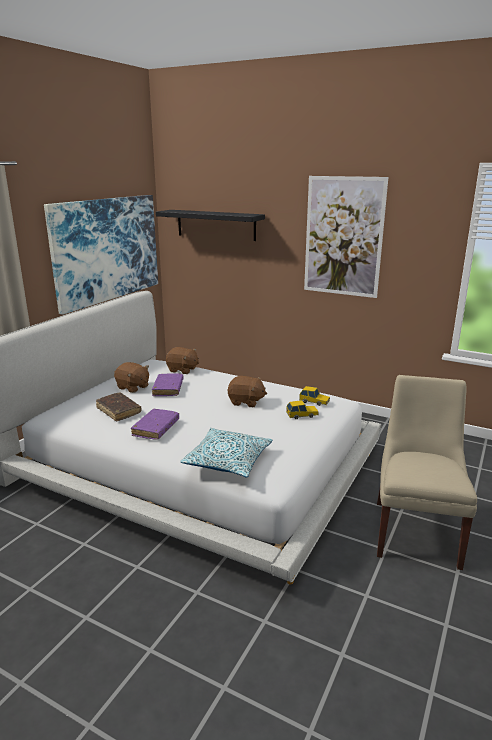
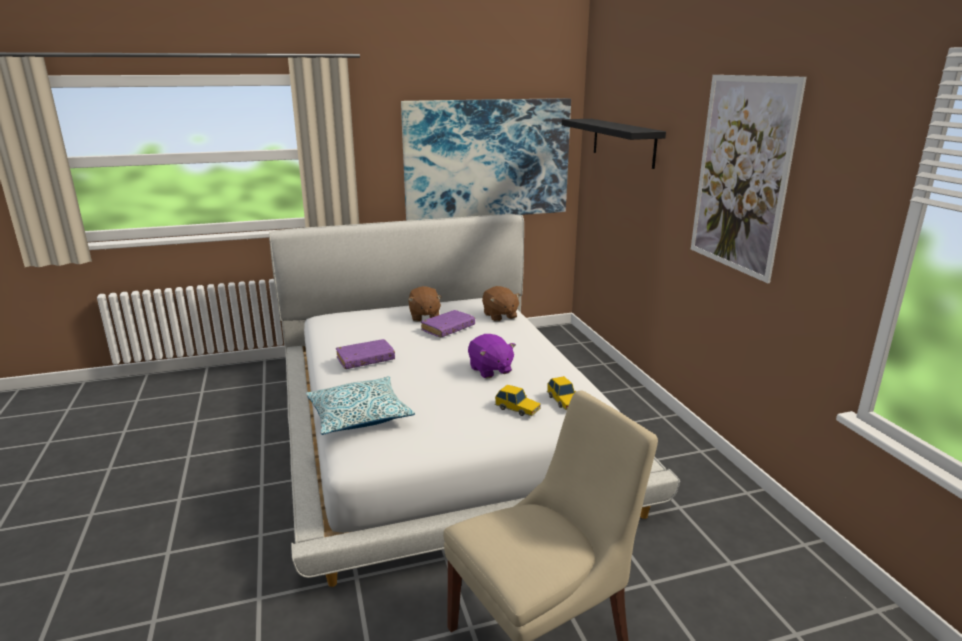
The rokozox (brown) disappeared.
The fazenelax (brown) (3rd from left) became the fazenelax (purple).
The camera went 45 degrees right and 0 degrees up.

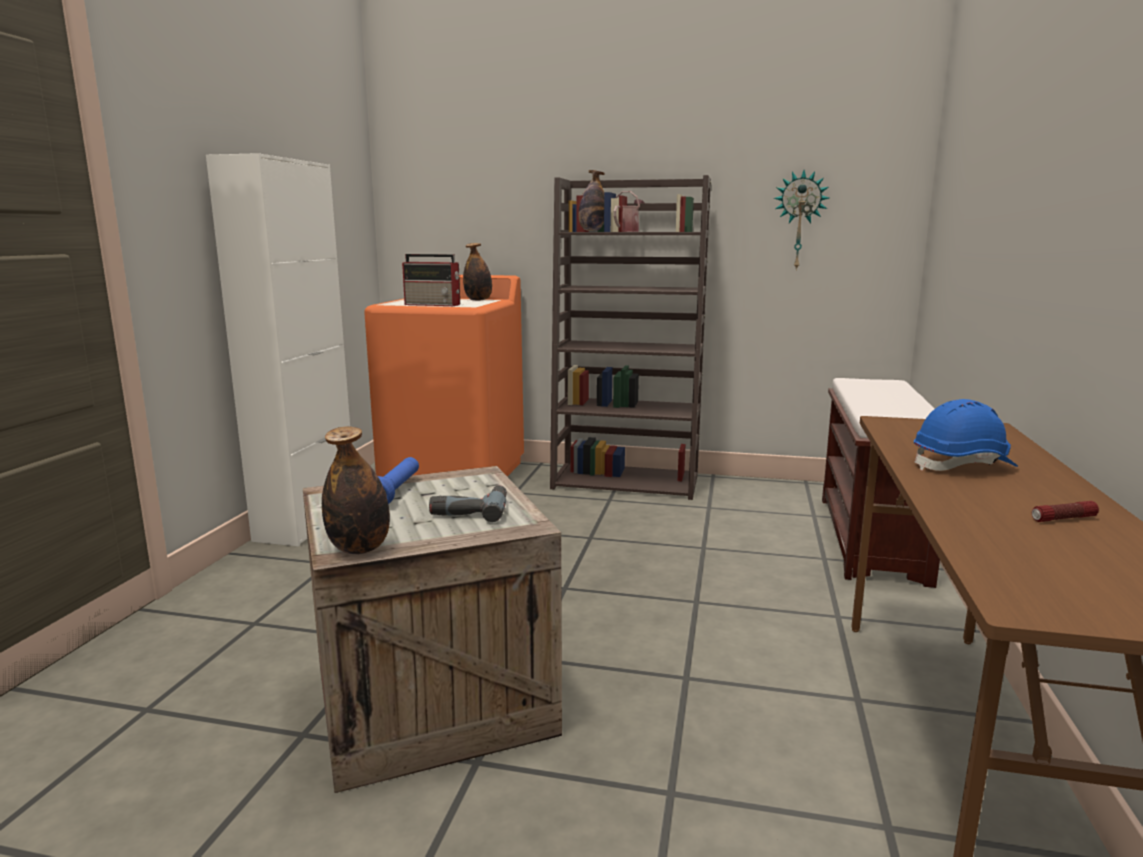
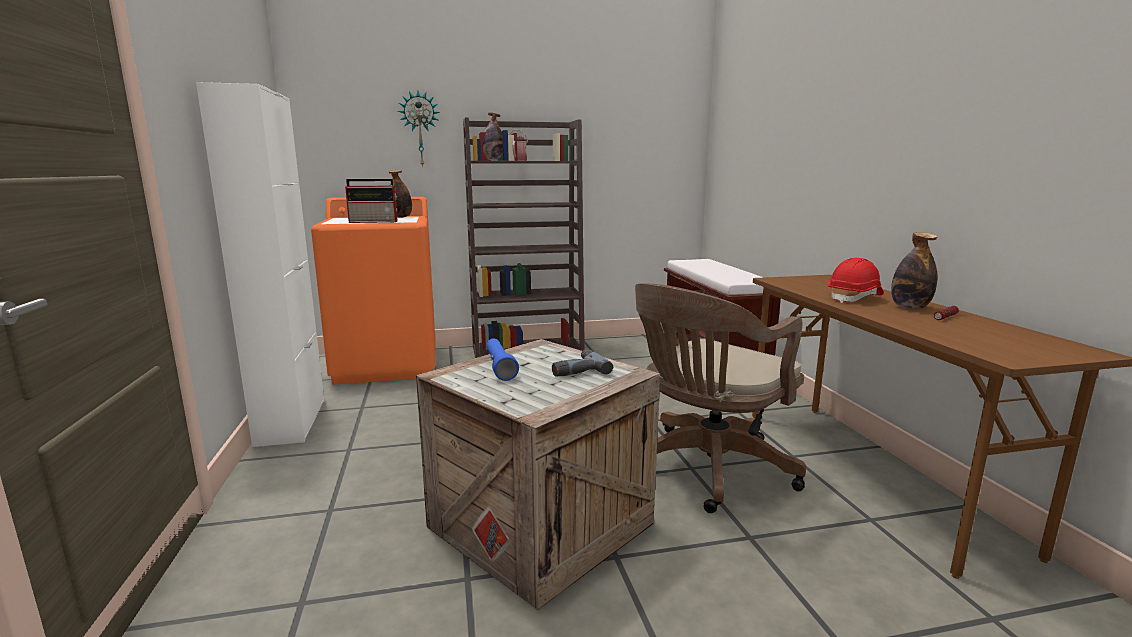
The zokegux (1st from left in the first image) moved.
The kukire moved.
The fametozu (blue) became the fametozu (red).
The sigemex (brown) appeared.
The camera went 25 degrees left and 0 degrees up.

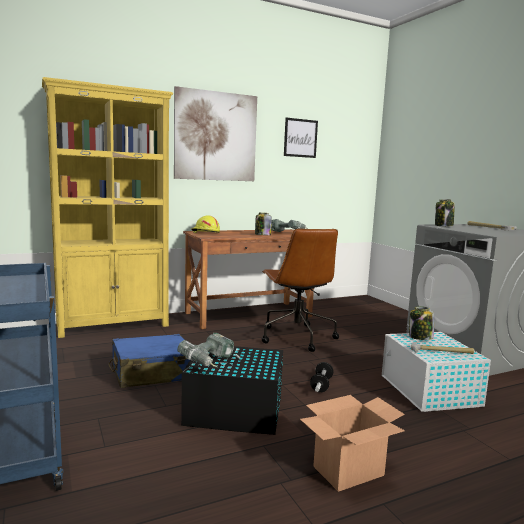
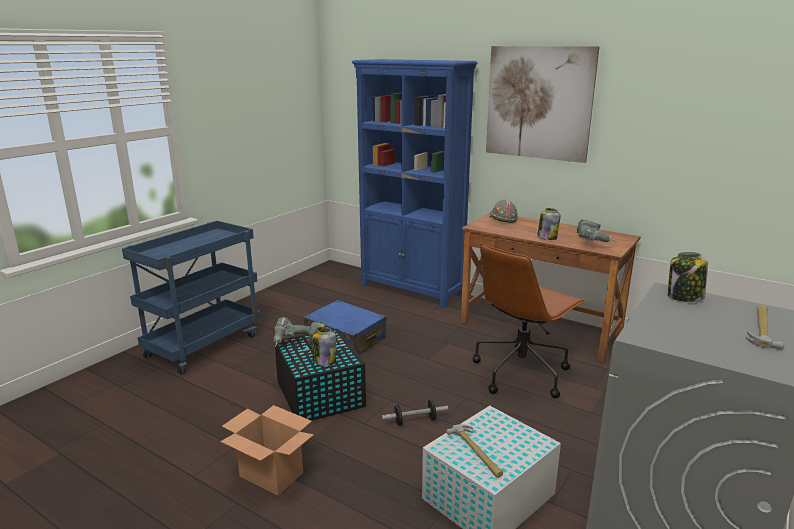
The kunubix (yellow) became the kunubix (blue).
The fametozu (yellow) became the fametozu (grey).
The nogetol (2nd from left) disappeared.
The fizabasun (2nd from left in the first image) moved.
The camera went 60 degrees right and 10 degrees up.

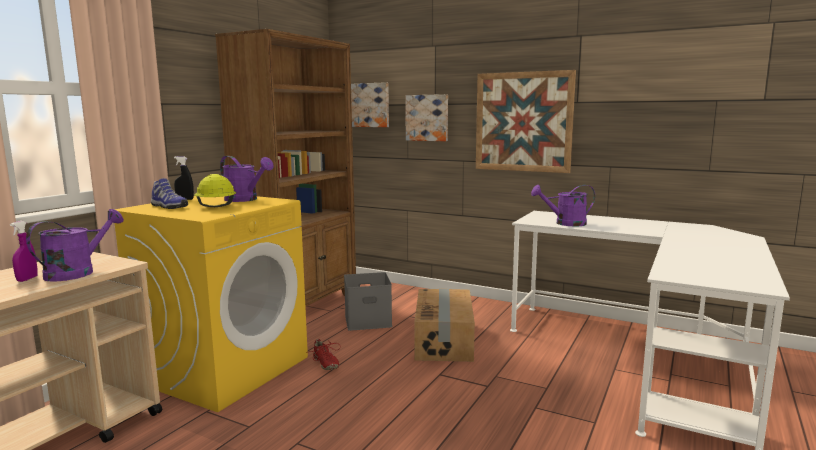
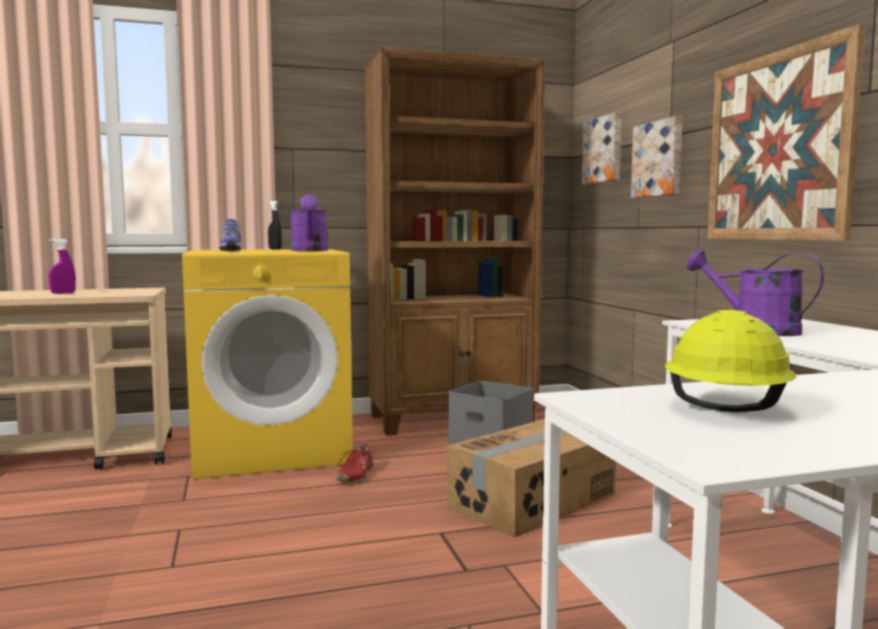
The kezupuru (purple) (1st from left) disappeared.
The fametozu (yellow) moved.
The camera went 45 degrees right and 5 degrees down.

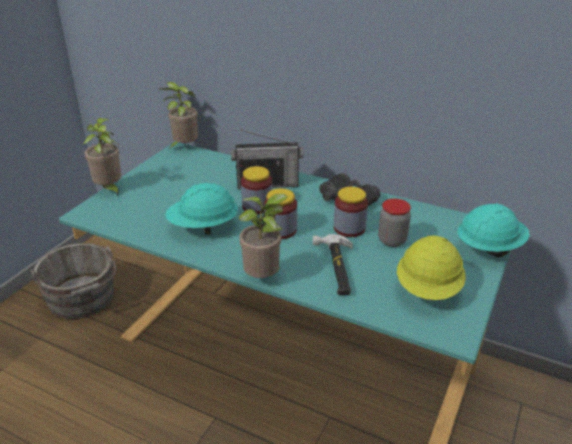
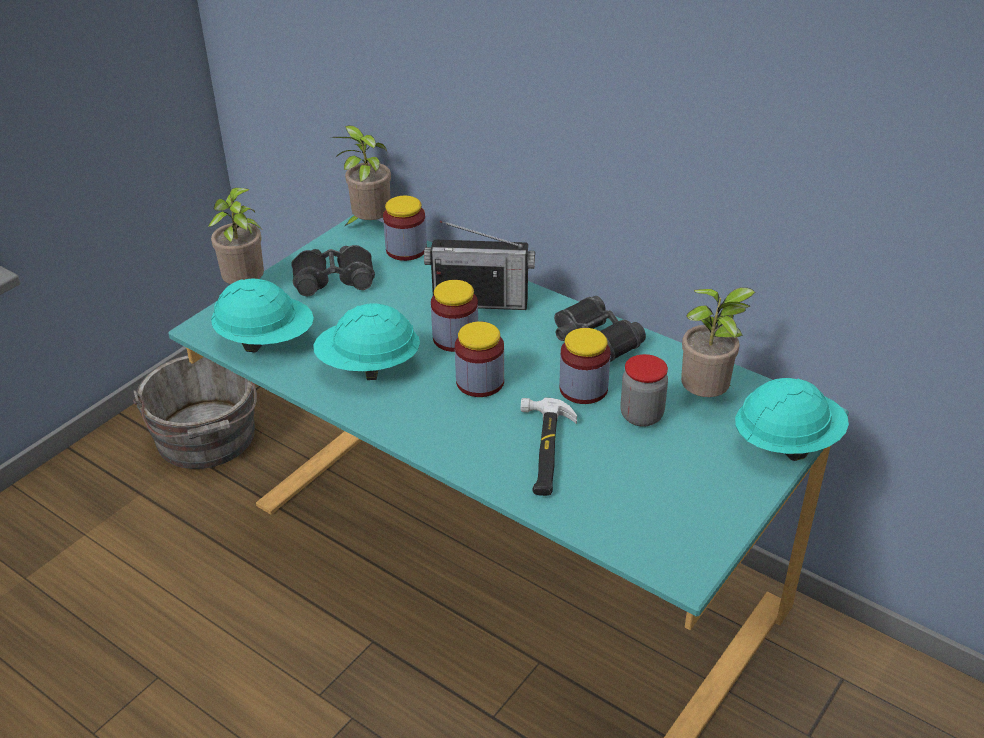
The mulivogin (3rd from left) moved.
The fametozu (yellow) disappeared.
The fametozu (turquoise) (1st from left) appeared.
The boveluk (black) (1st from left) appeared.
The fizabasun (1st from left) appeared.
The camera went 10 degrees right and 5 degrees up.

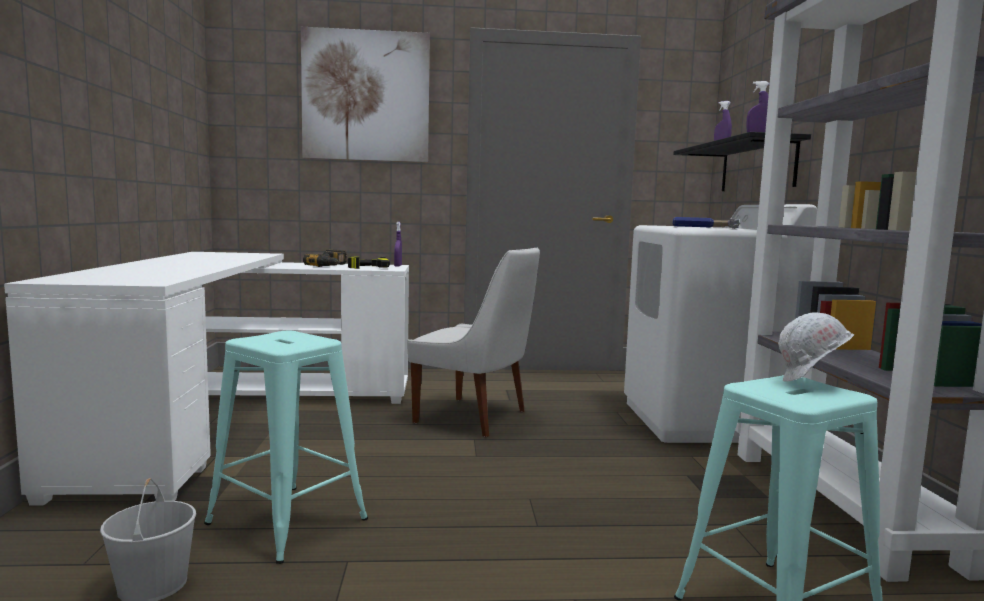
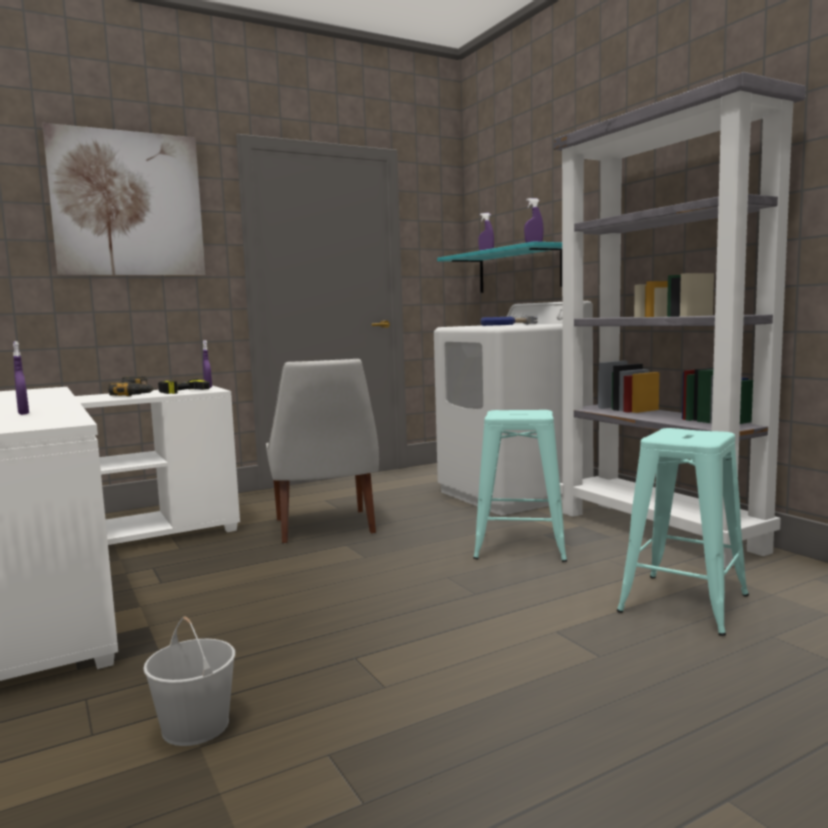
The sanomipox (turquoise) (1st from left) moved.
The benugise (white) turned 75 degrees clockwise.
The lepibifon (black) became the lepibifon (turquoise).
The fametozu (white) disappeared.
The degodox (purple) (1st from left) appeared.
The camera went 25 degrees left and 0 degrees up.

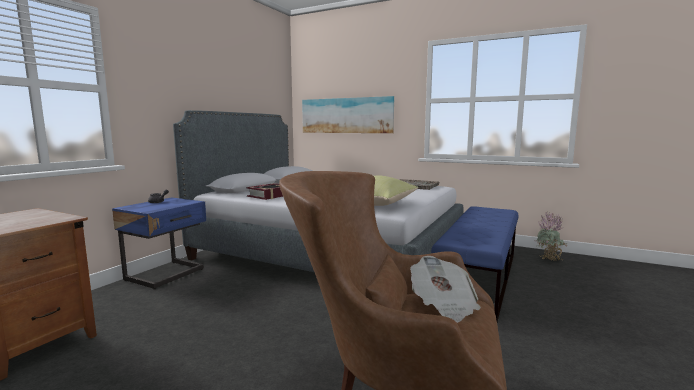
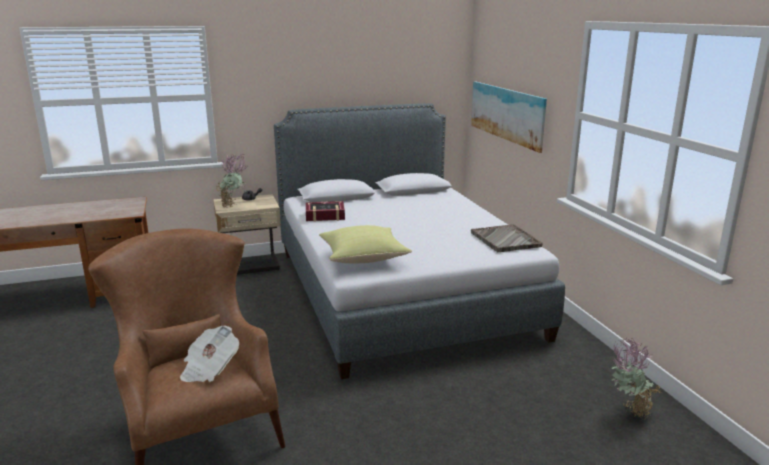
The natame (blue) became the natame (beige).
The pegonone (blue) disappeared.
The mulivogin (1st from left) appeared.
The camera went 45 degrees right and 10 degrees up.

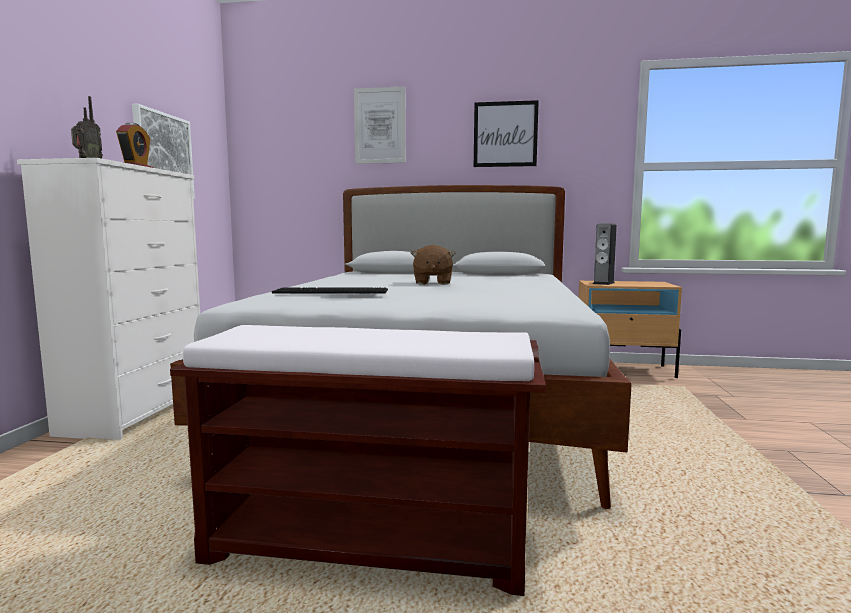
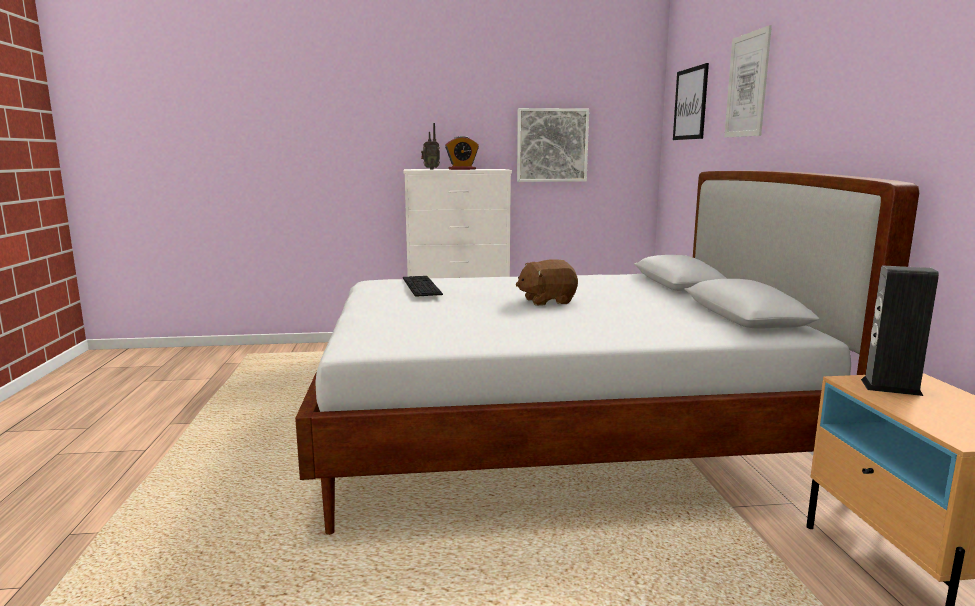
The pegonone (brown) disappeared.
The nogetol (3rd from left in the first image) moved.
The camera went 75 degrees right and 5 degrees up.

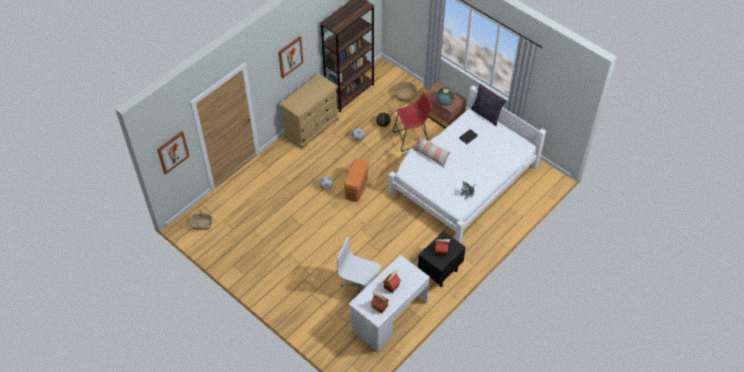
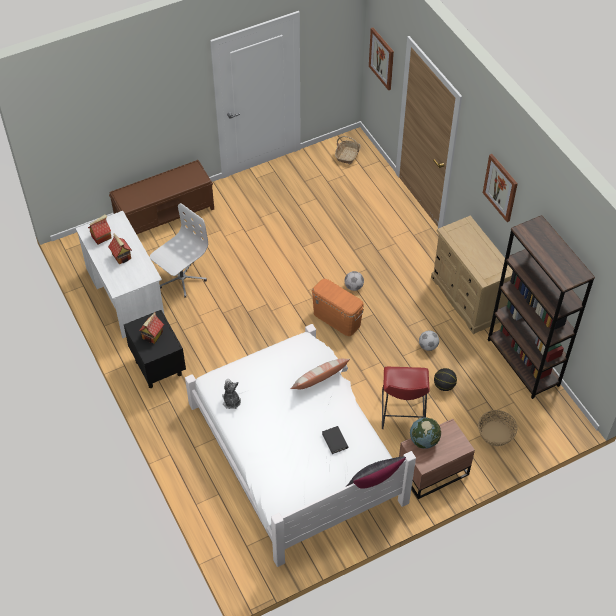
The pegonone (brown) appeared.
The camera went 110 degrees right and 0 degrees up.

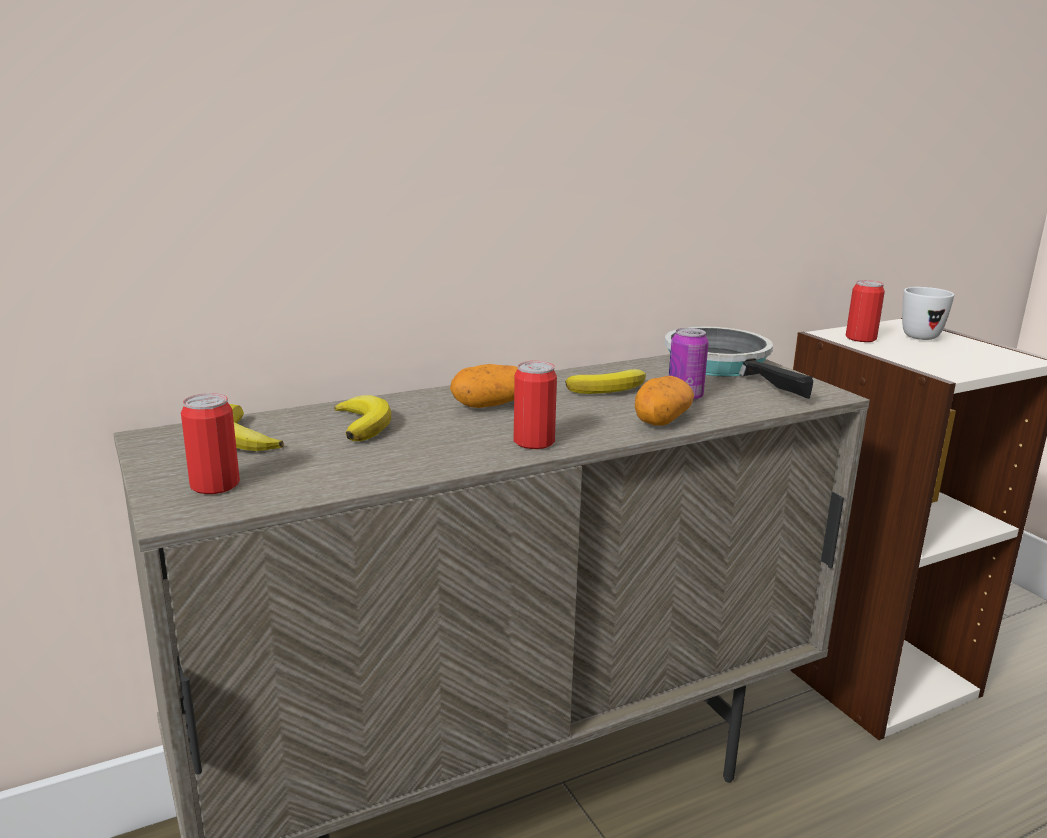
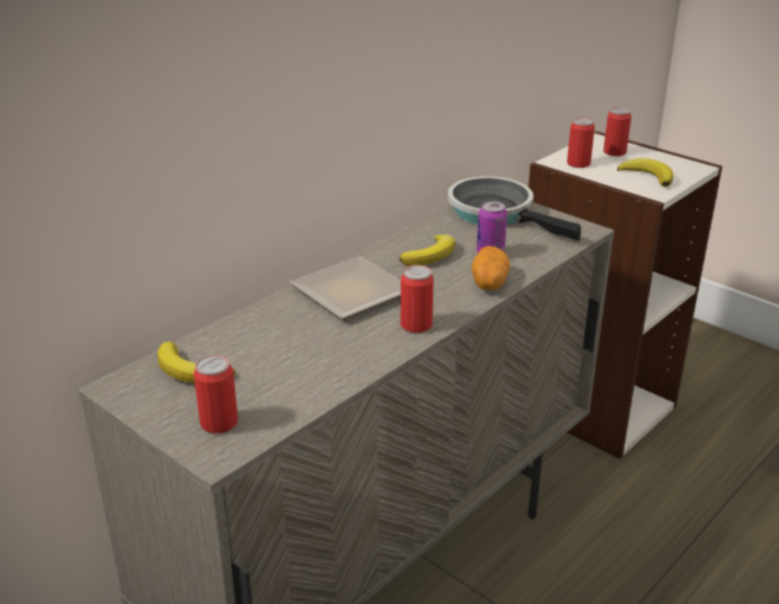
The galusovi (2nd from left in the first image) moved.
The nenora (1st from left) was replaced by the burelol.
The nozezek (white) was replaced by the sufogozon (5th from left).
The camera went 20 degrees left and 10 degrees up.

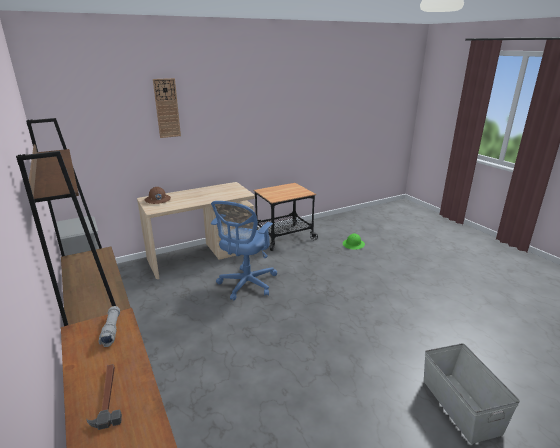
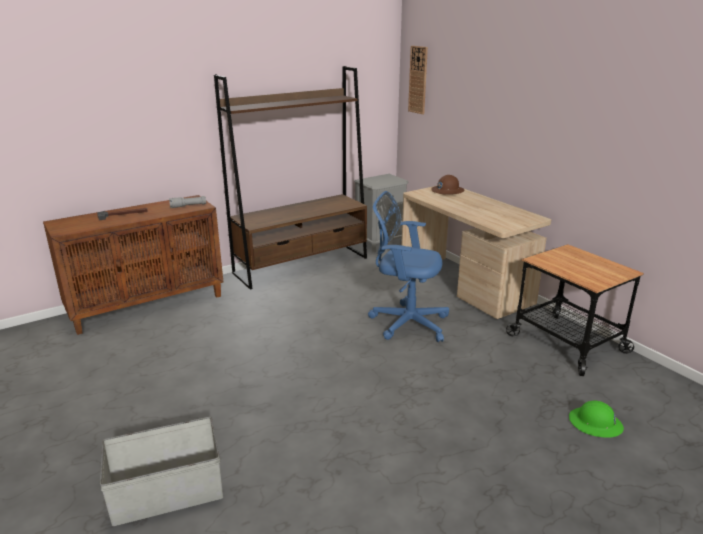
The kukire moved.
The camera went 85 degrees right and 0 degrees up.

